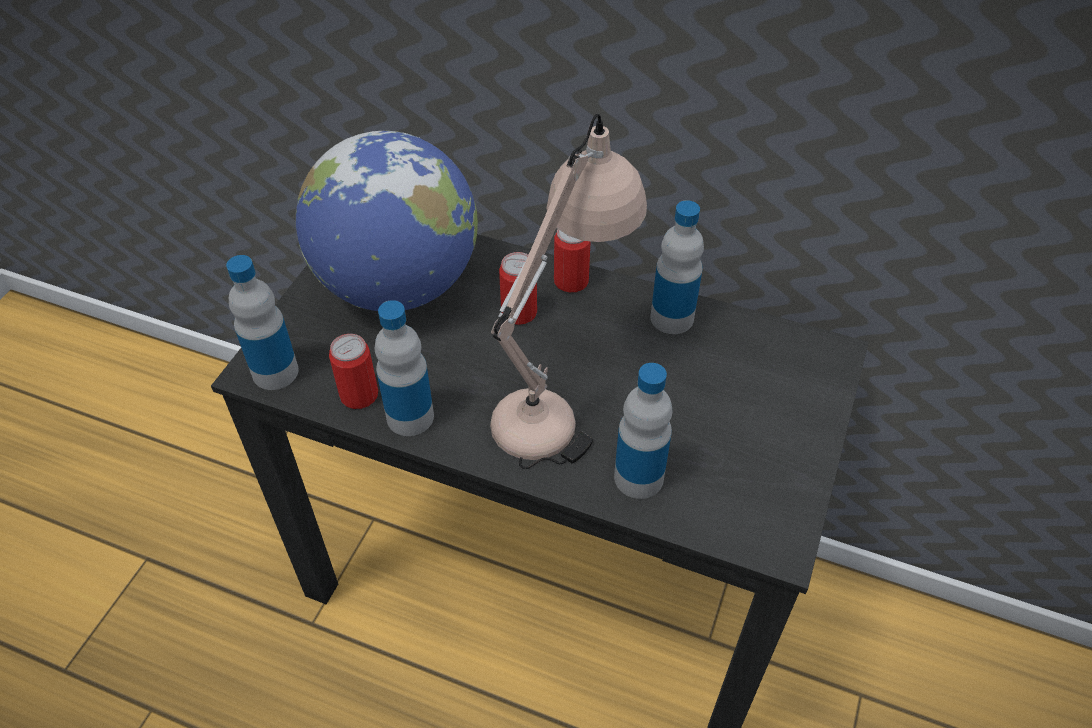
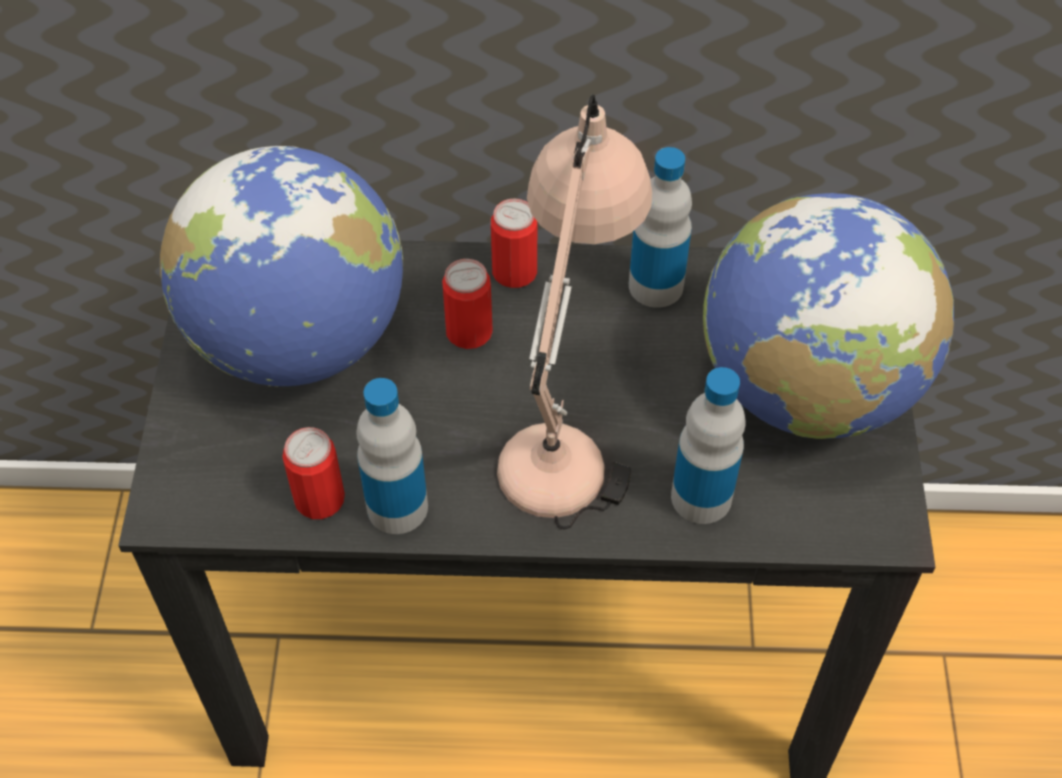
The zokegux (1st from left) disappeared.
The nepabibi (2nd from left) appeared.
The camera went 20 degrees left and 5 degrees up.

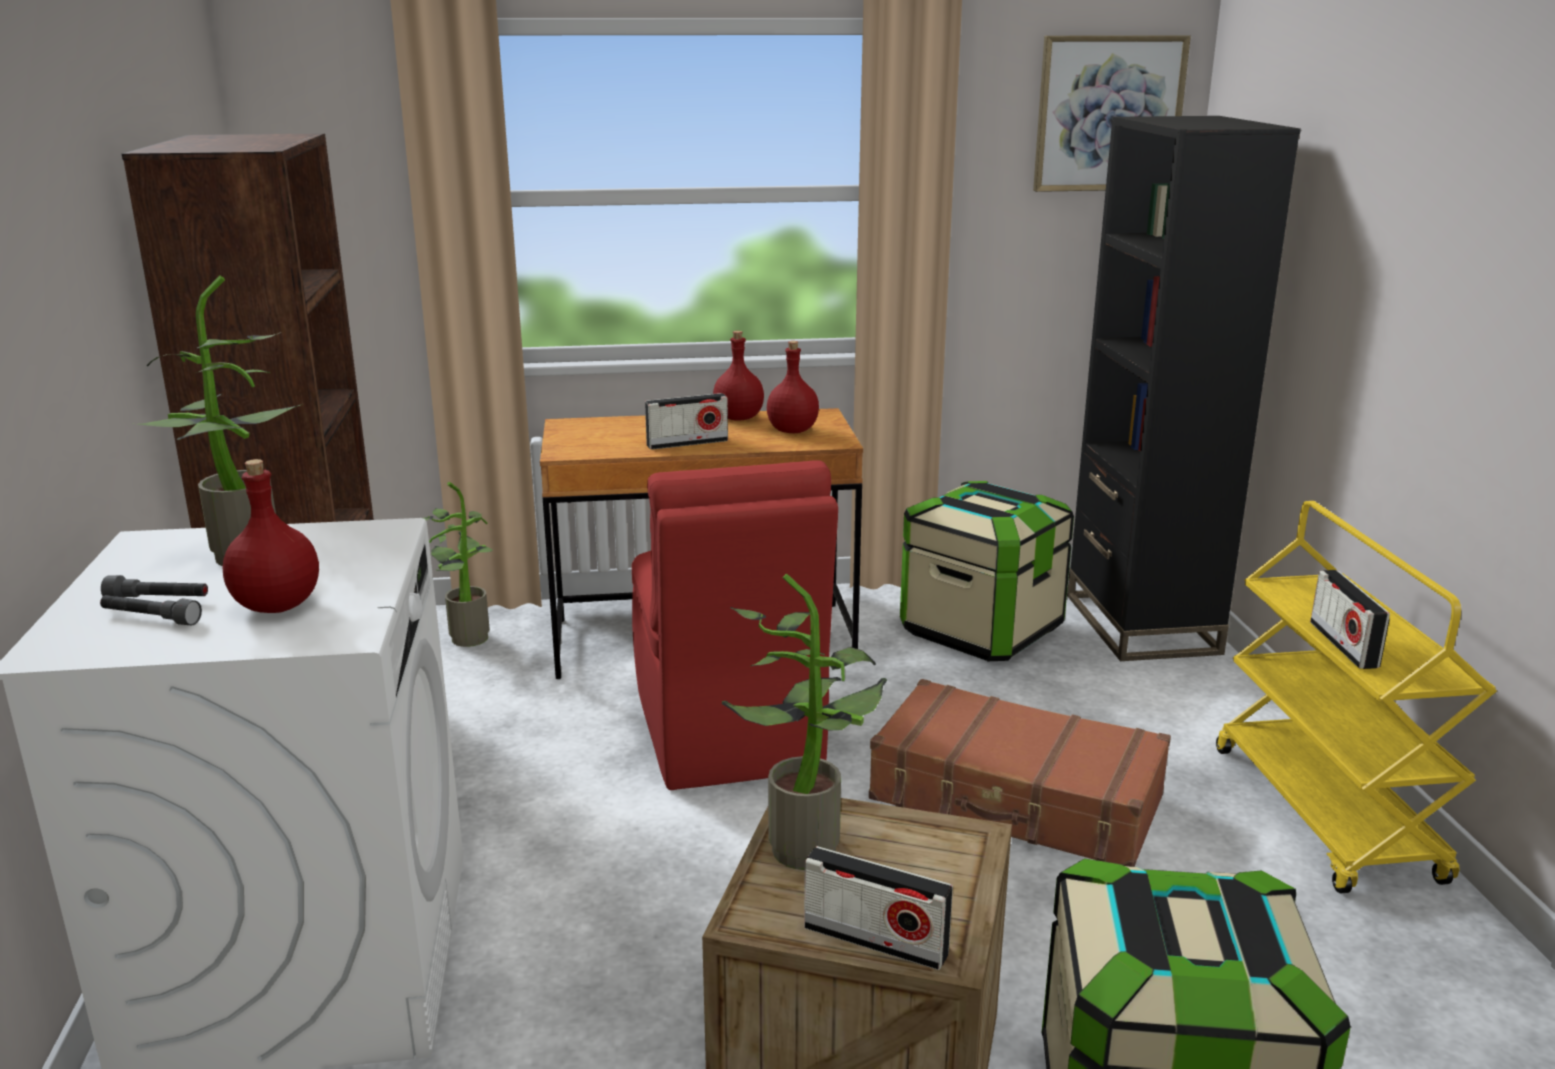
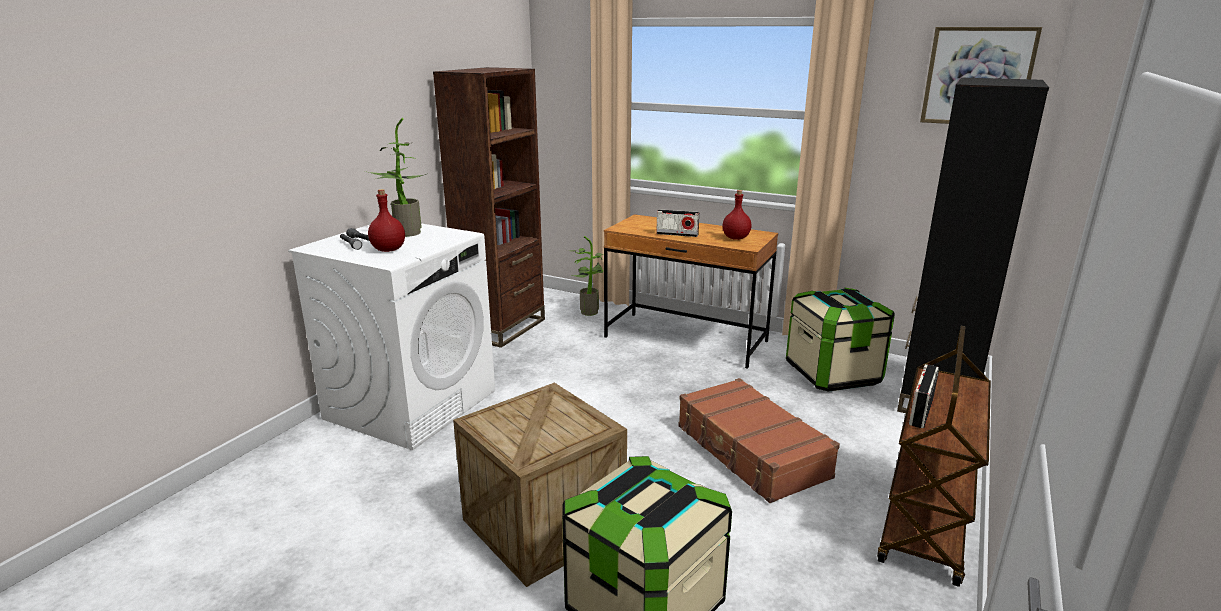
The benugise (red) disappeared.
The zokegux (red) (2nd from left) disappeared.
The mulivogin (3rd from left) disappeared.
The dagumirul (2nd from left) disappeared.
The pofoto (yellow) became the pofoto (brown).
The camera went 35 degrees right and 0 degrees up.

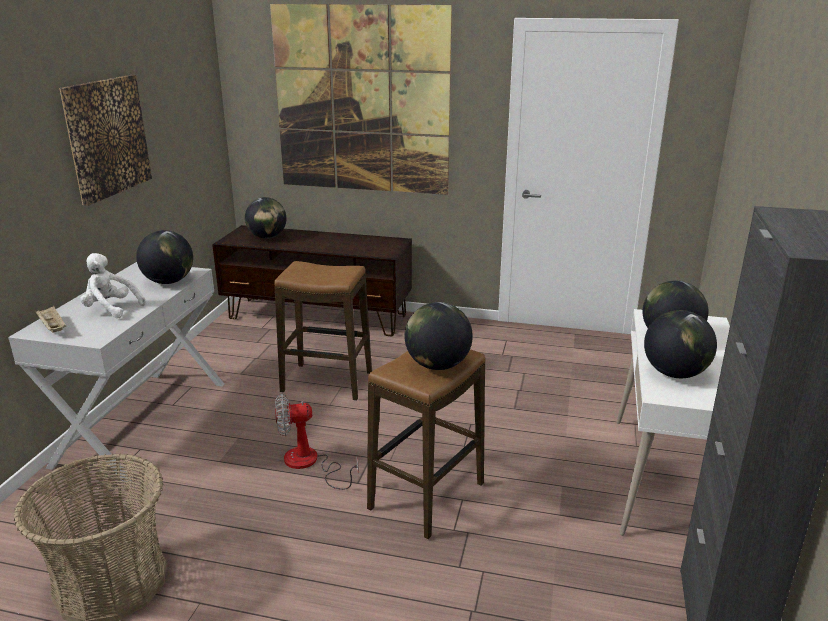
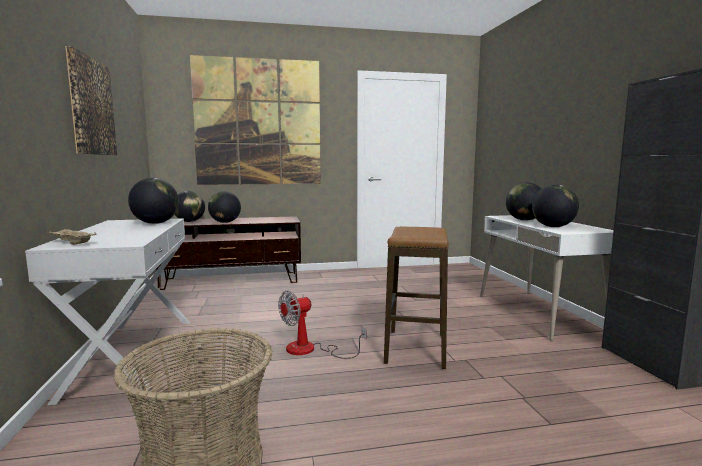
The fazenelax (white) disappeared.
The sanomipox (1st from left) disappeared.
The nepabibi (3rd from left) moved.
The camera went 25 degrees left and 15 degrees down.

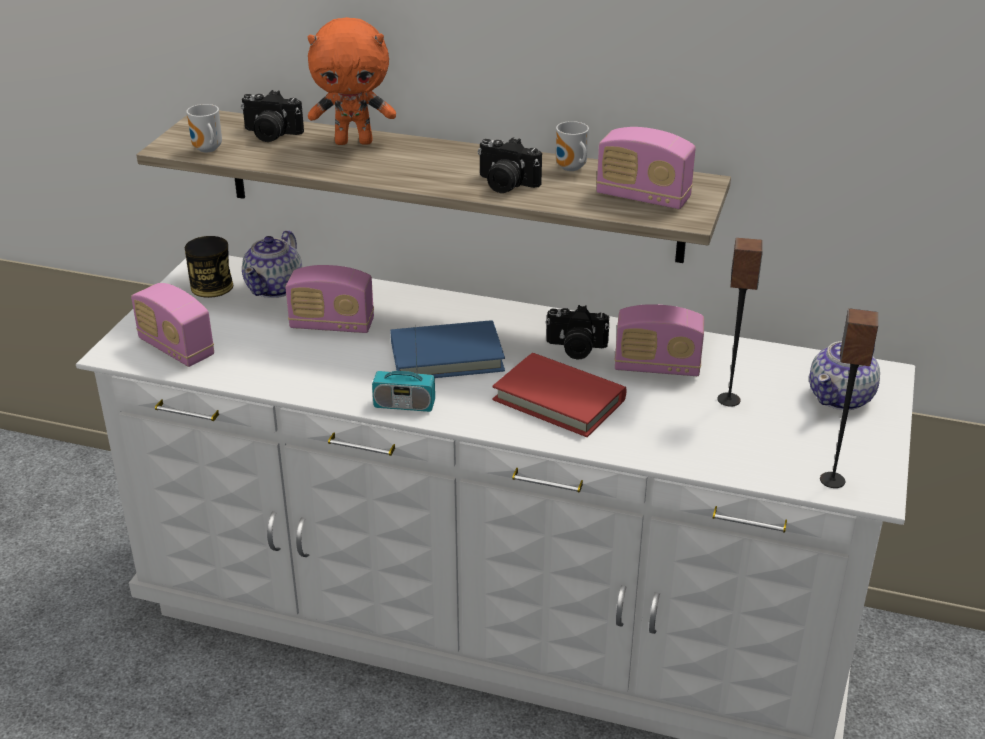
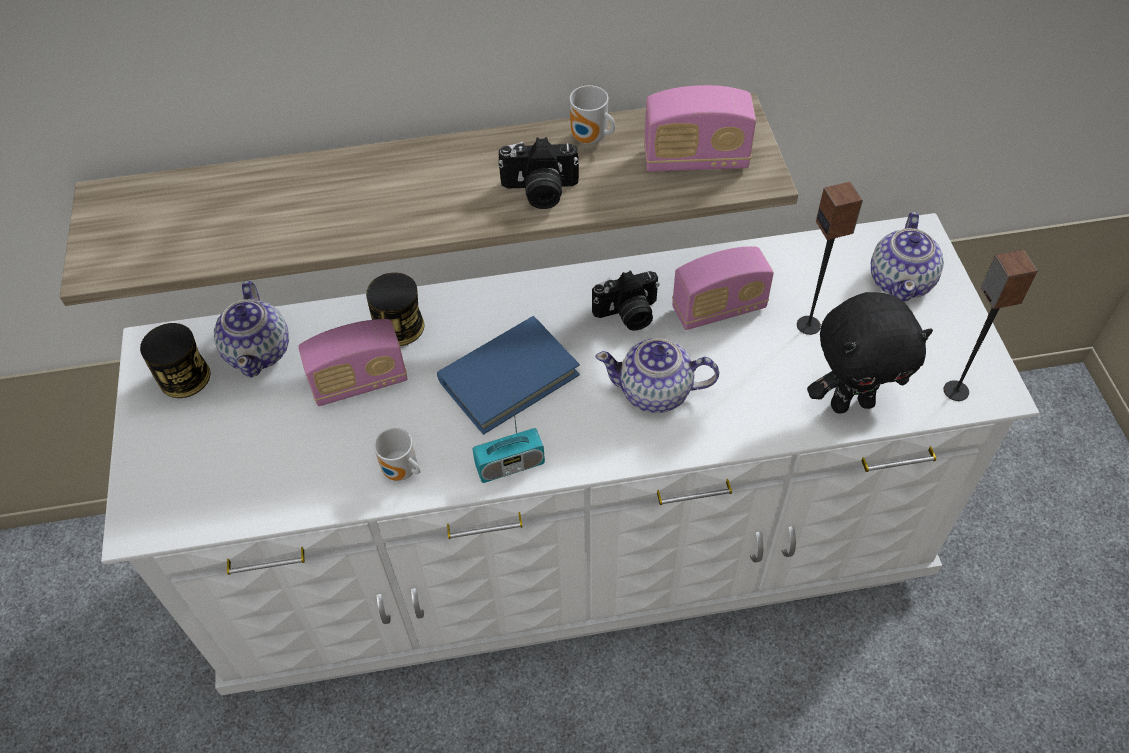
The dagumirul (1st from left) disappeared.
The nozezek (1st from left) moved.
The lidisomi (1st from left) disappeared.
The fazenelax (orange) disappeared.
The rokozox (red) was replaced by the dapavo (2nd from left).
The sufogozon (2nd from left) appeared.
The fazenelax (black) appeared.
The camera went 25 degrees left and 20 degrees up.

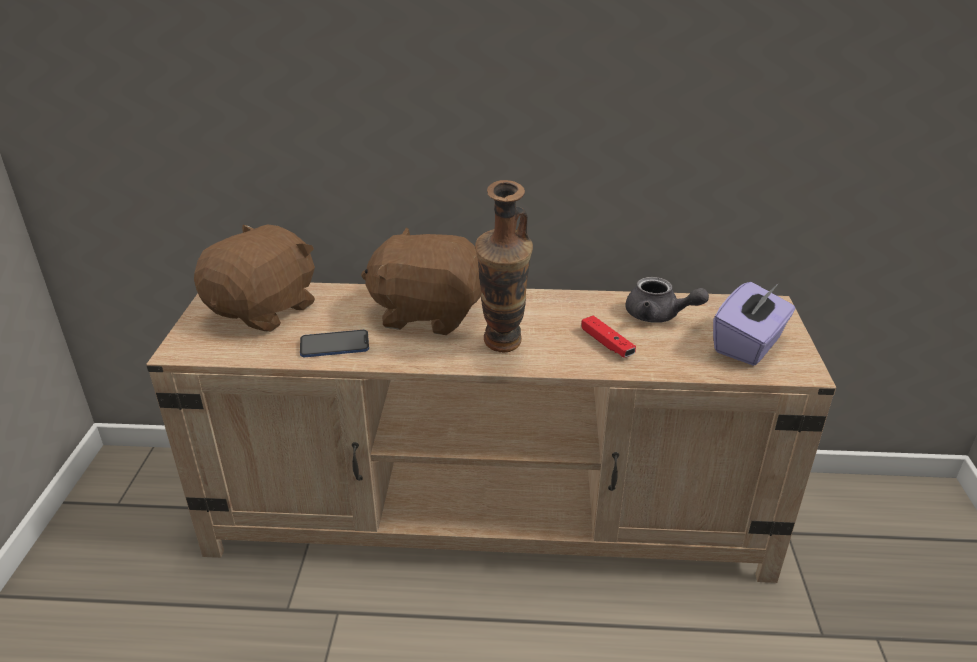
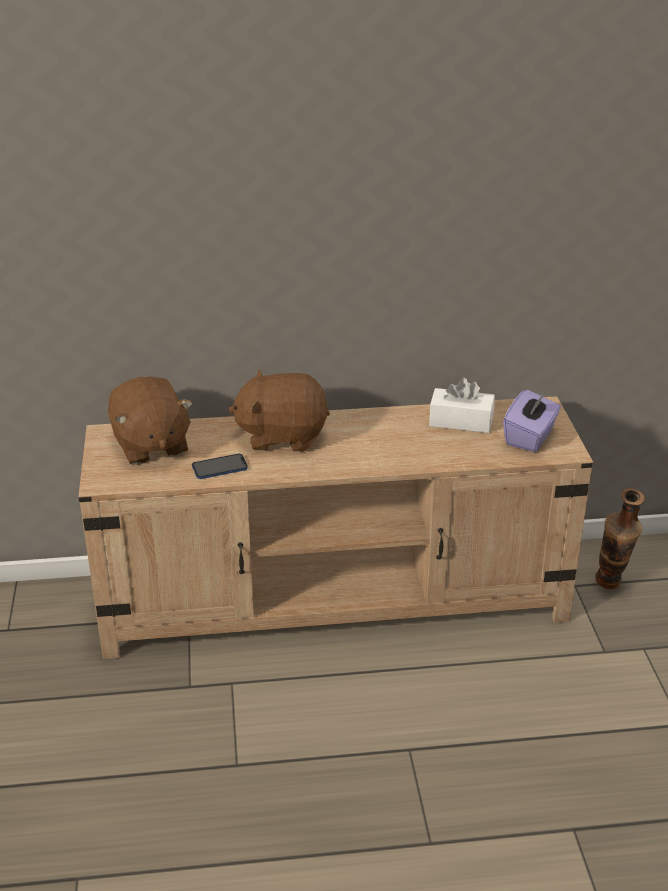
The fazenelax (brown) (1st from left) turned 135 degrees clockwise.
The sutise moved.
The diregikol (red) disappeared.
The dapavo (grey) was replaced by the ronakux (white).
The camera went 10 degrees left and 0 degrees up.

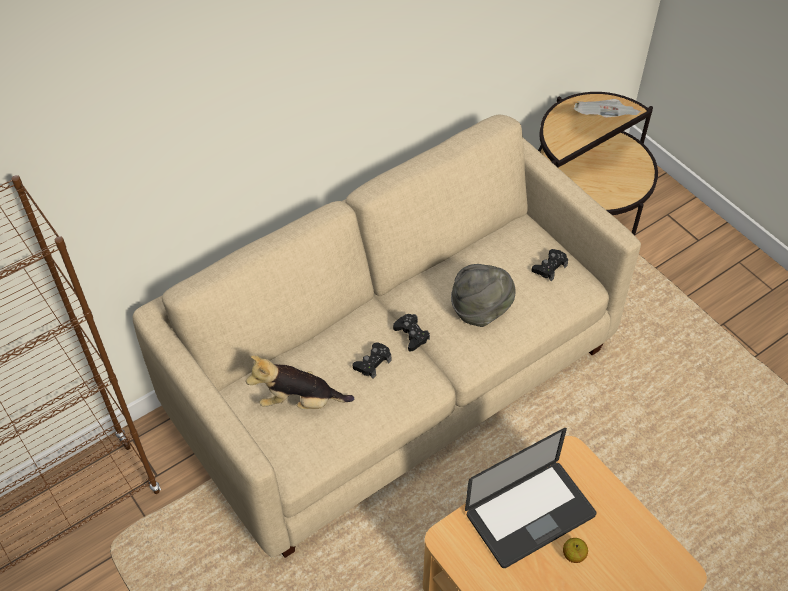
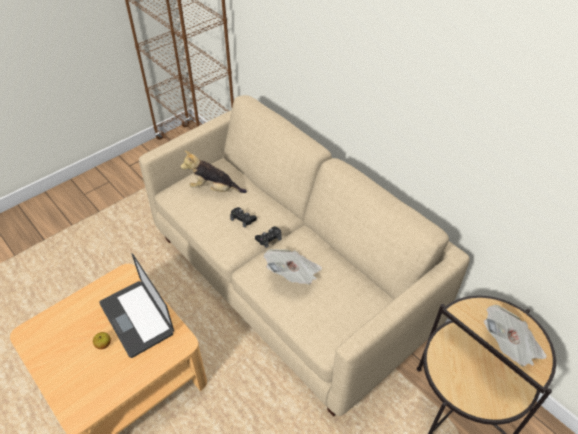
The fazenelax turned 75 degrees counterclockwise.
The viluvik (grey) was replaced by the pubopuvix (1st from left).
The diregikol (black) (3rd from left) disappeared.
The camera went 85 degrees right and 5 degrees down.

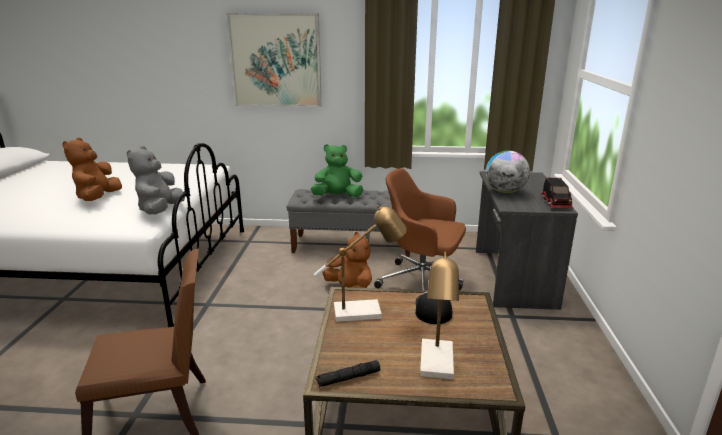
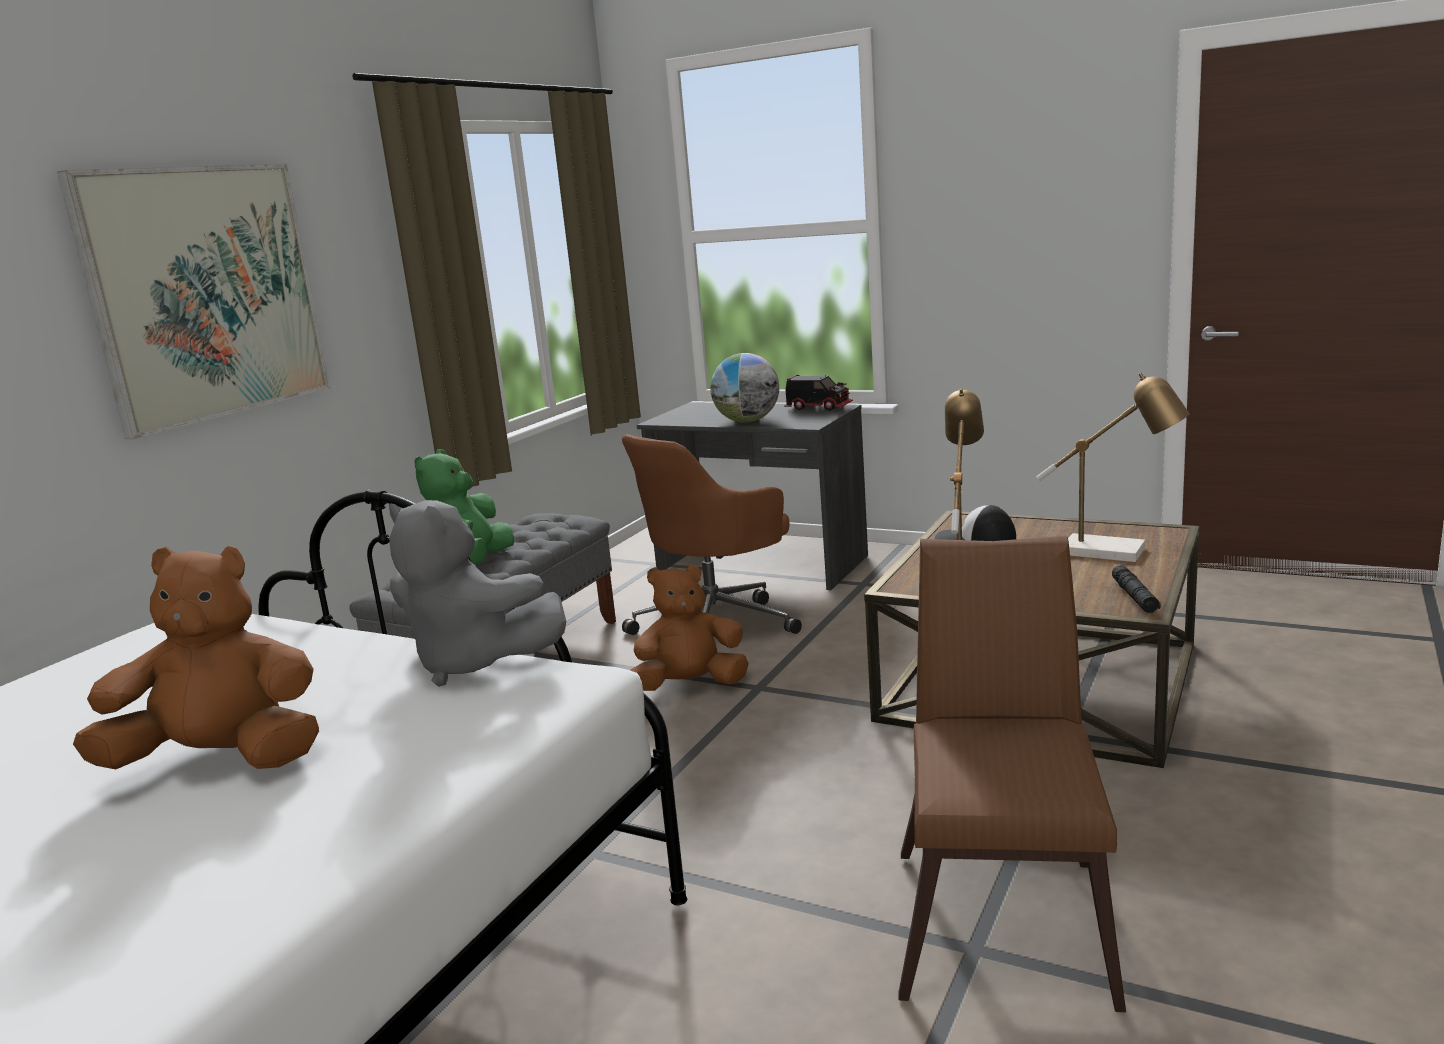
The fazenelax (brown) (1st from left) turned 150 degrees clockwise.
The camera went 65 degrees left and 5 degrees down.

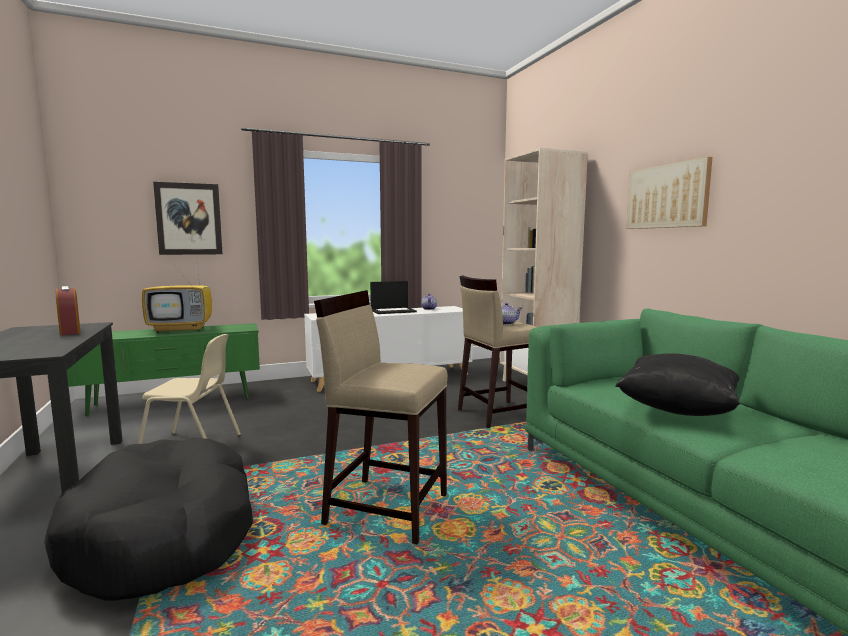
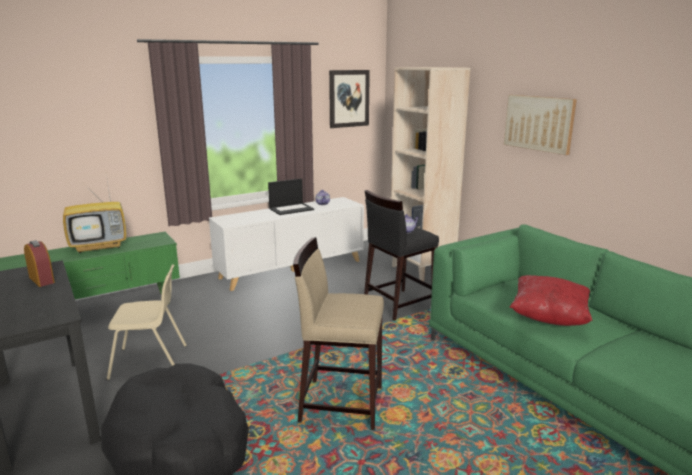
The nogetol (1st from left) moved.
The sanomipox (beige) (2nd from left) became the sanomipox (black).
The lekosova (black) became the lekosova (red).
The camera went 10 degrees left and 10 degrees up.

